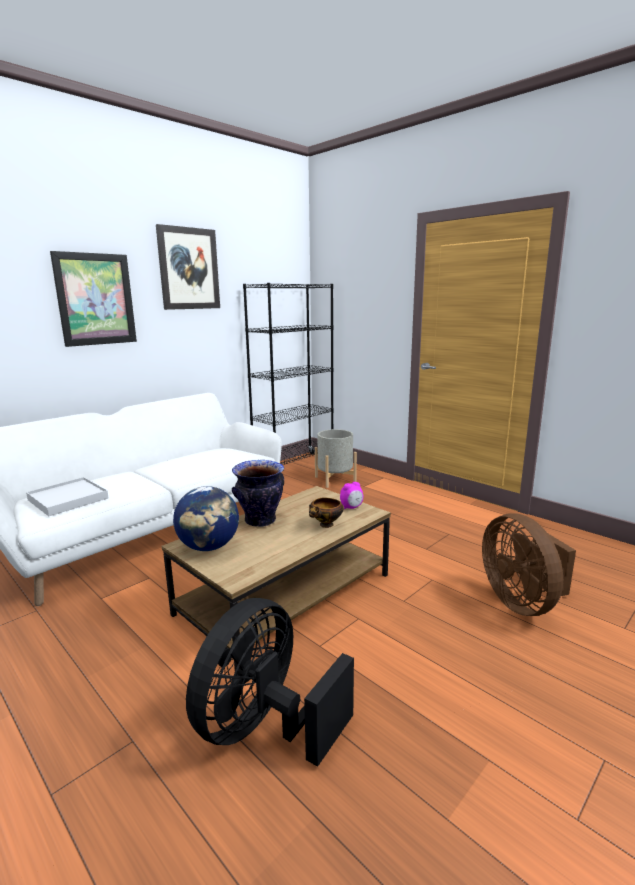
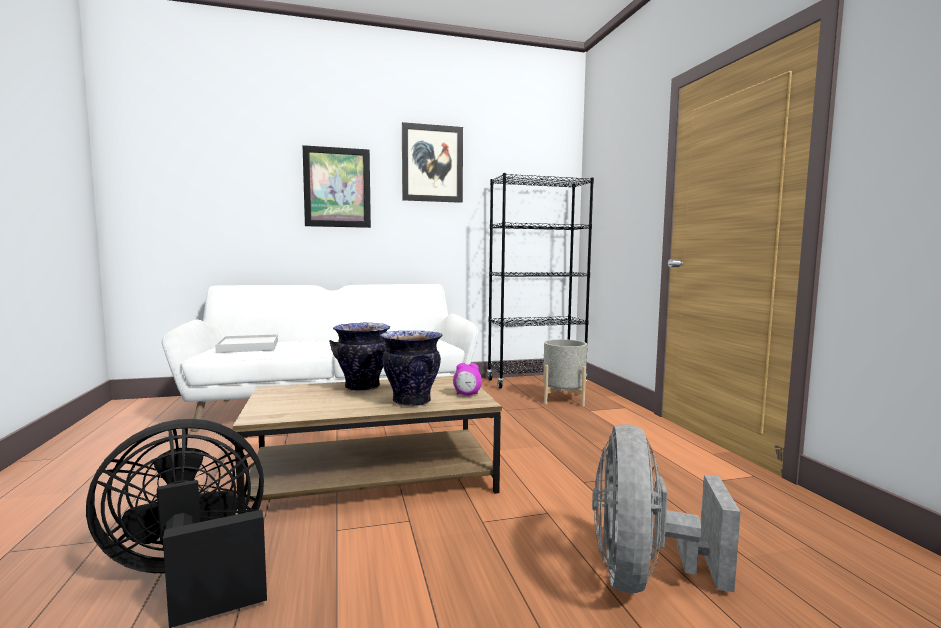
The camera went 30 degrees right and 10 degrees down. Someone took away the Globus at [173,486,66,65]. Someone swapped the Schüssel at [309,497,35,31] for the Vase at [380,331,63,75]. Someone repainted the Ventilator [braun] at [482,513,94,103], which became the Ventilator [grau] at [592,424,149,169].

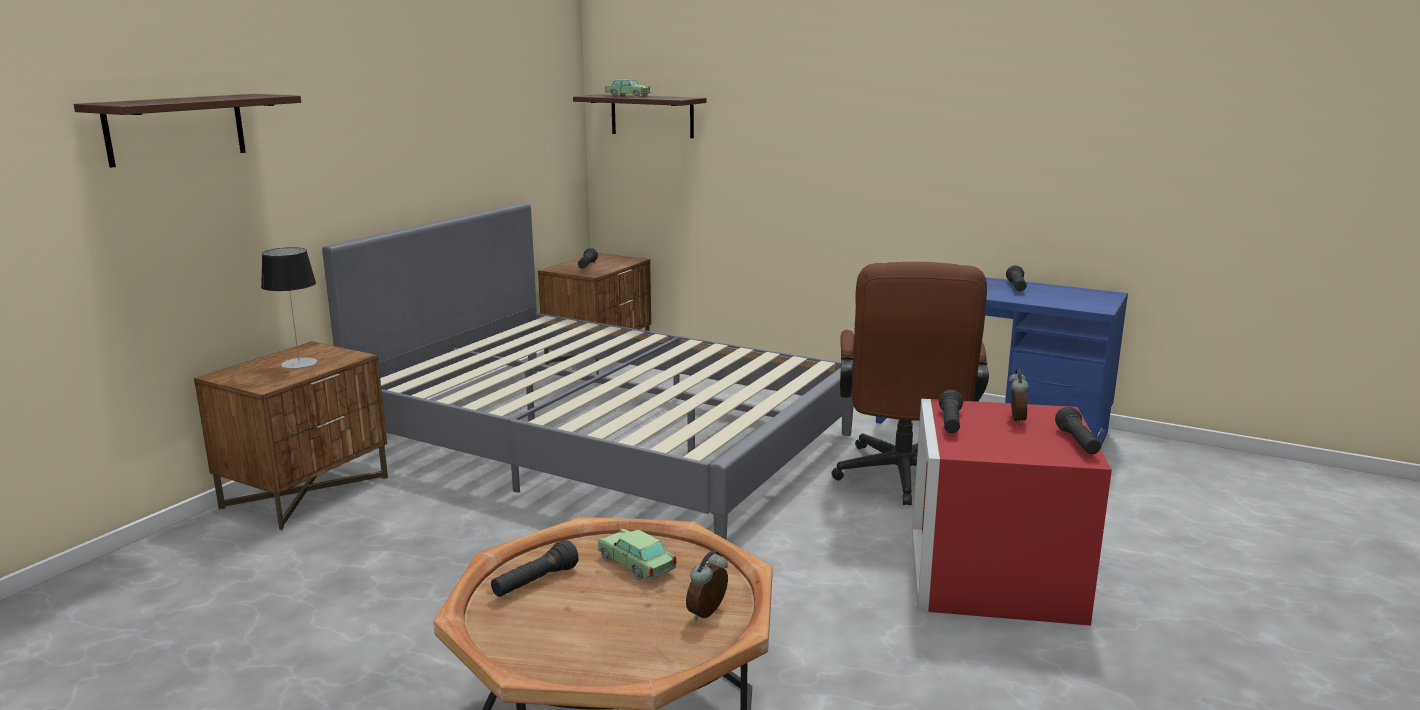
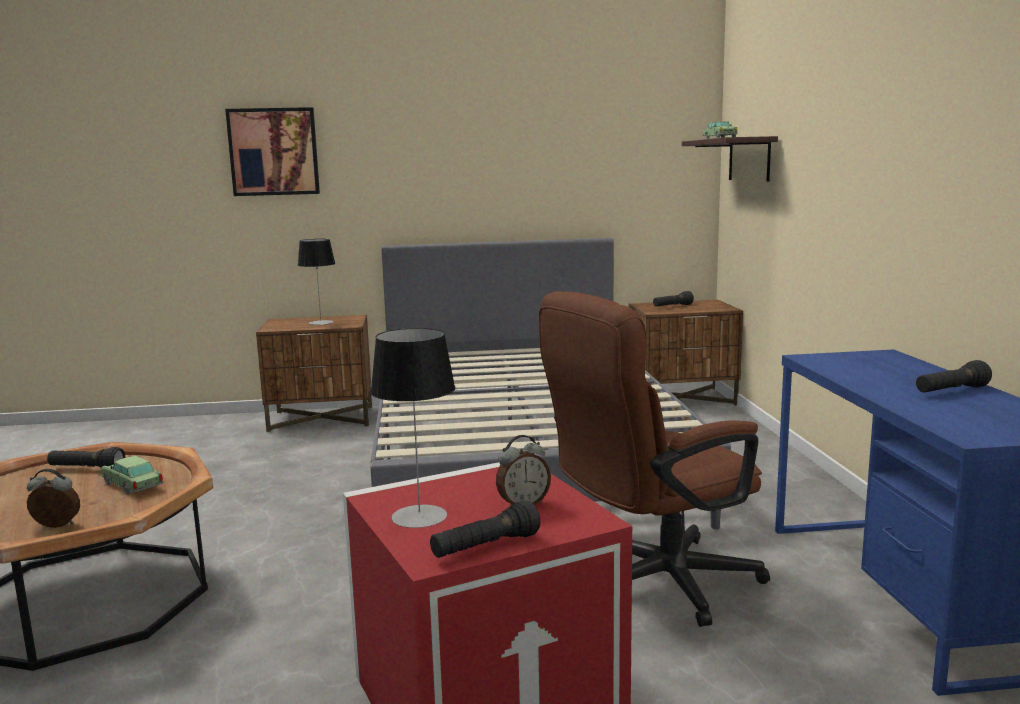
The camera went 55 degrees right and 5 degrees down. Someone swapped the Wandregal at [74,94,227,74] for the Bild at [225,107,95,89]. Someone rotated the Spielzeugauto at [597,529,79,51] by 60 degrees counterclockwise. Someone took away the Taschenlampe [schwarz] at [939,389,24,44]. Someone put down the Tischlampe at [370,328,85,200].

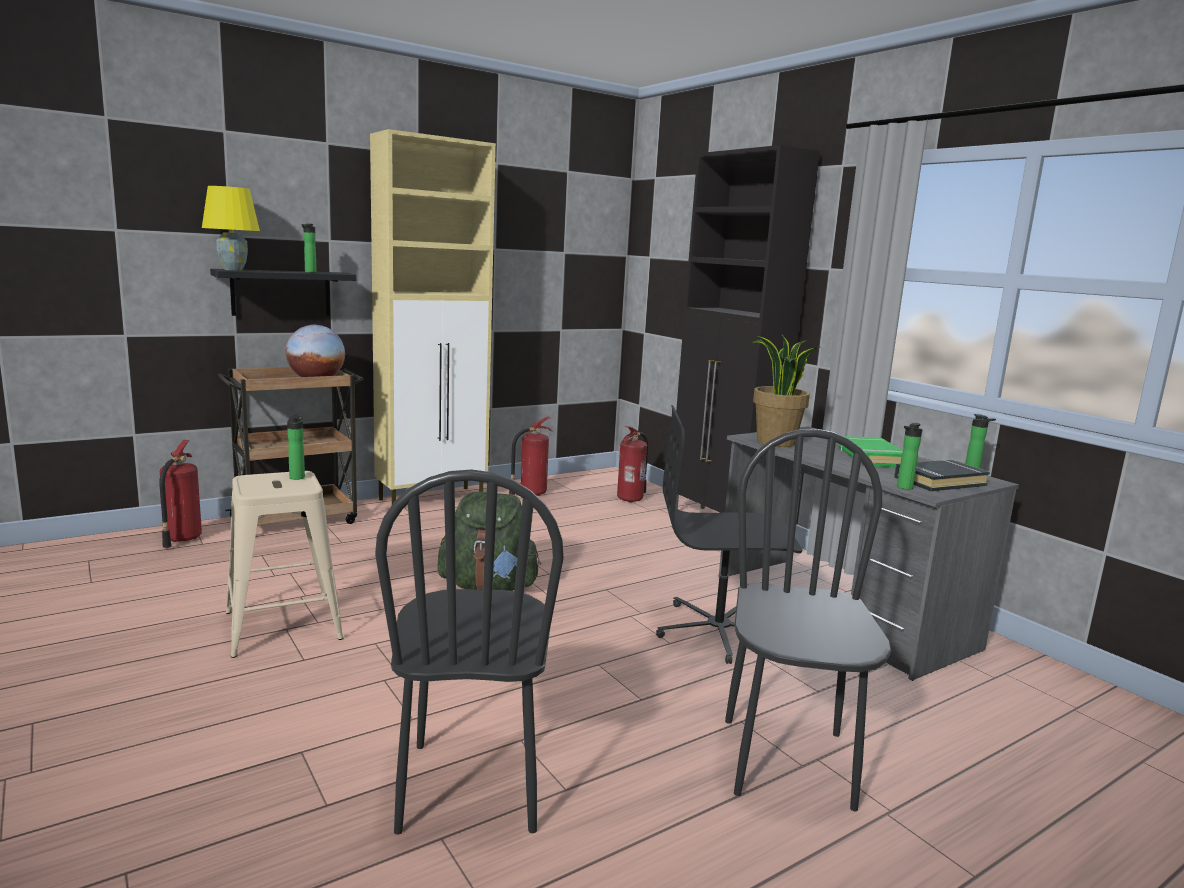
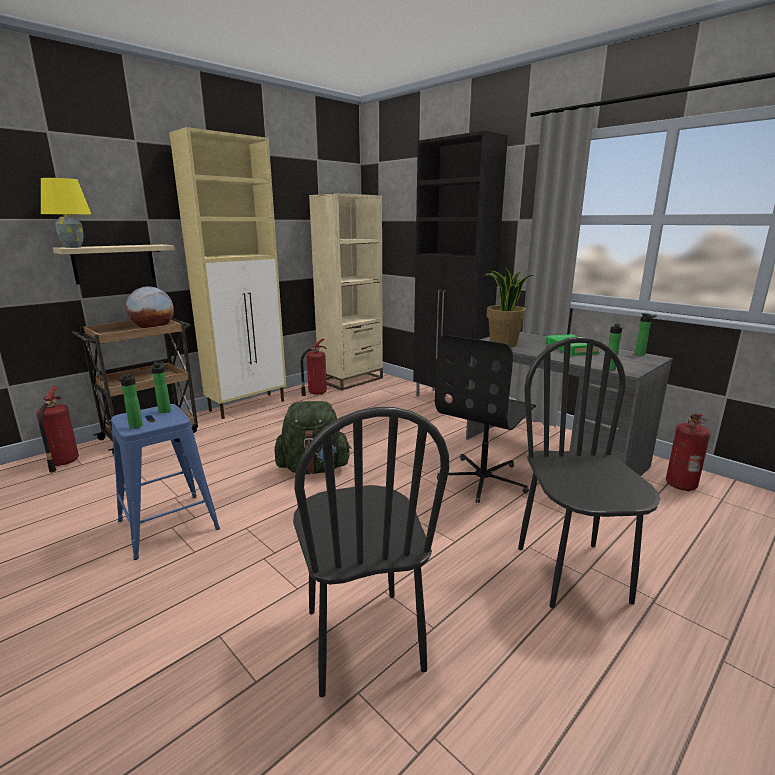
The camera went 10 degrees left and 5 degrees up. Someone repainted the Wandregal [schwarz] at [210,269,146,47], which became the Wandregal [beige] at [53,244,122,41]. Someone repainted the Hocker [beige] at [226,471,118,187], which became the Hocker [blau] at [111,404,109,156]. Someone carried the Flasche from [301,224,16,49] to [118,373,25,55]. Someone carried the Feuerlöscher from [617,426,31,77] to [666,414,45,78]. Someone rotated the Bürostuhl [schwarz] at [656,405,147,259] by 45 degrees counterclockwise. Someone took away the Buch [schwarz] at [894,459,96,32]. Someone put down the Bücherregal [beige] at [309,193,74,197].

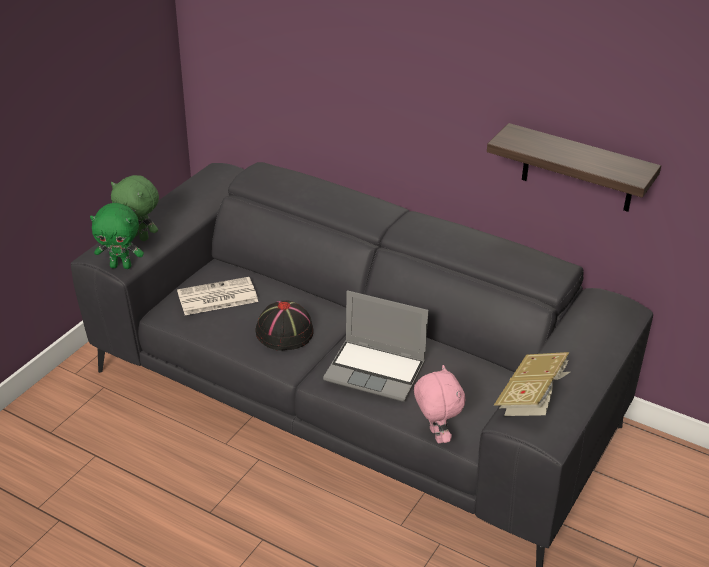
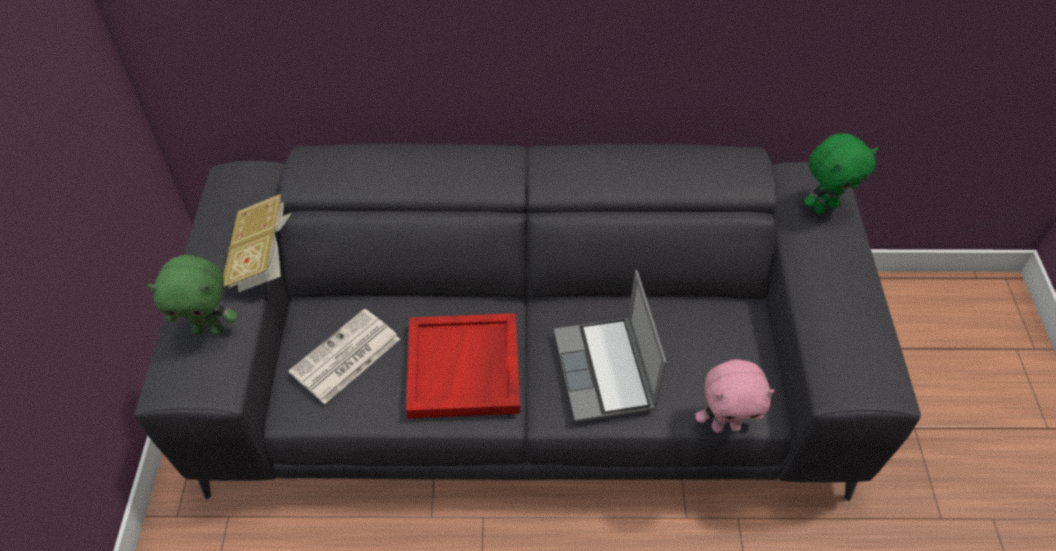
The camera went 30 degrees left and 15 degrees up. Someone carried the Plüschtier [grün] from [90,203,54,66] to [804,133,74,81]. Someone swapped the Hut [schwarz] at [255,300,59,51] for the Tablett [rot] at [406,313,114,105]. Someone rotated the Laptop at [323,290,105,112] by 90 degrees clockwise. Someone rotated the Plüschtier [rosa] at [414,365,52,78] by 135 degrees clockwise. Someone took away the Wandregal at [487,123,174,89]. Someone carried the Buch from [494,352,76,64] to [223,194,68,98].

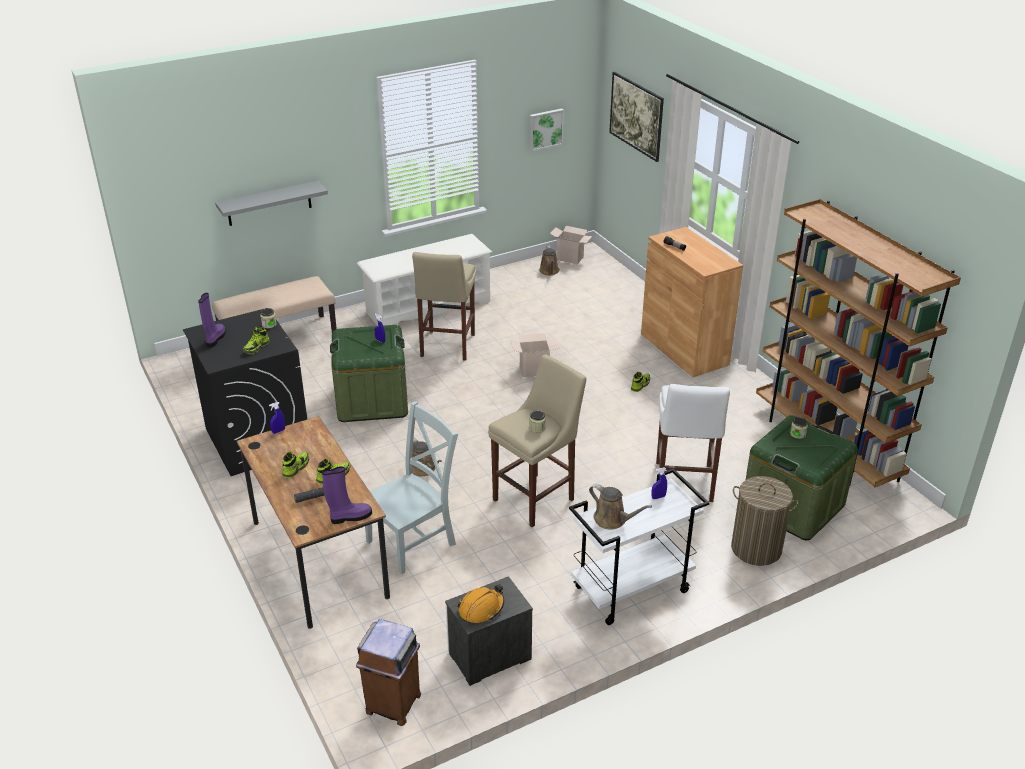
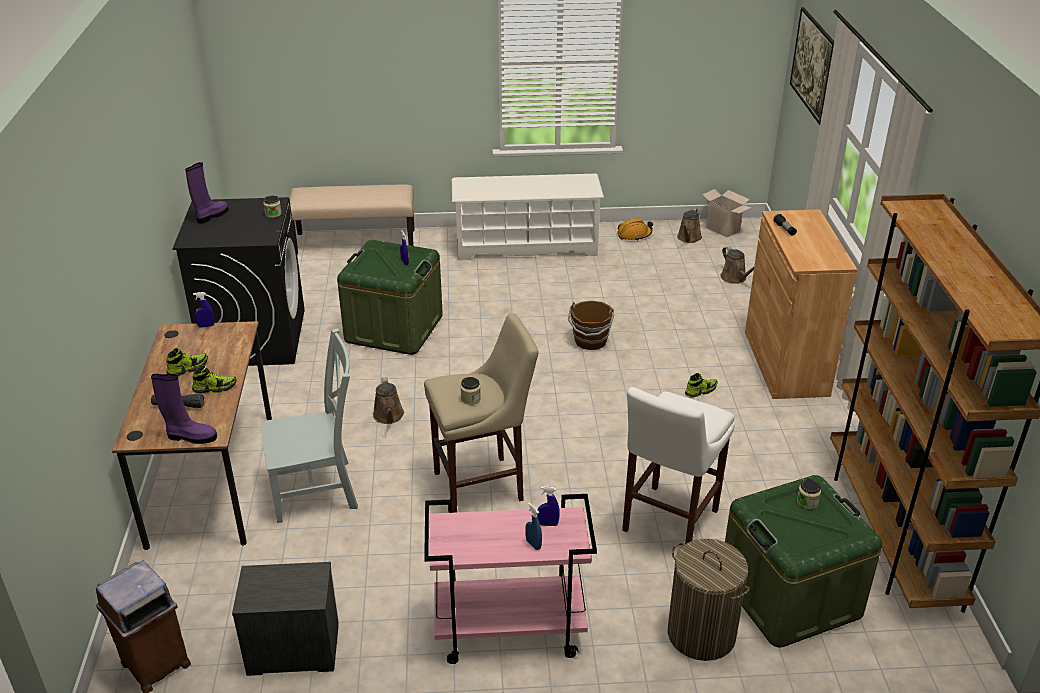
The camera went 25 degrees right and 0 degrees up. Someone took away the Wandregal [grau] at [215,181,113,45]. Someone took away the Schuh at [243,327,27,27]. Someone took away the Hocker [beige] at [412,252,64,109]. Someone carried the Schutzhelm [orange] from [457,584,47,39] to [617,218,36,23]. Someone swapped the Karton at [511,333,49,44] for the Eimer [braun] at [568,301,46,49]. Someone took away the Bild at [530,108,34,43]. Someone repainted the Rollwagen [weiß] at [569,468,140,157], which became the Rollwagen [rosa] at [424,494,173,170]. Someone carried the Gießkanne [braun] from [589,484,63,46] to [721,246,33,38]. Someone put down the Sprühflasche [blau] at [525,503,17,47].

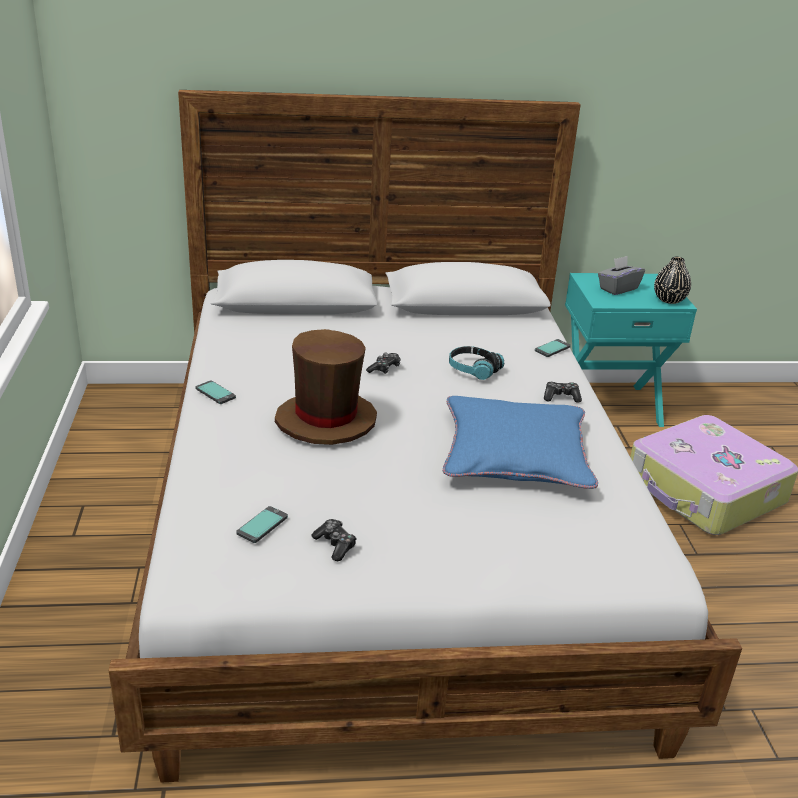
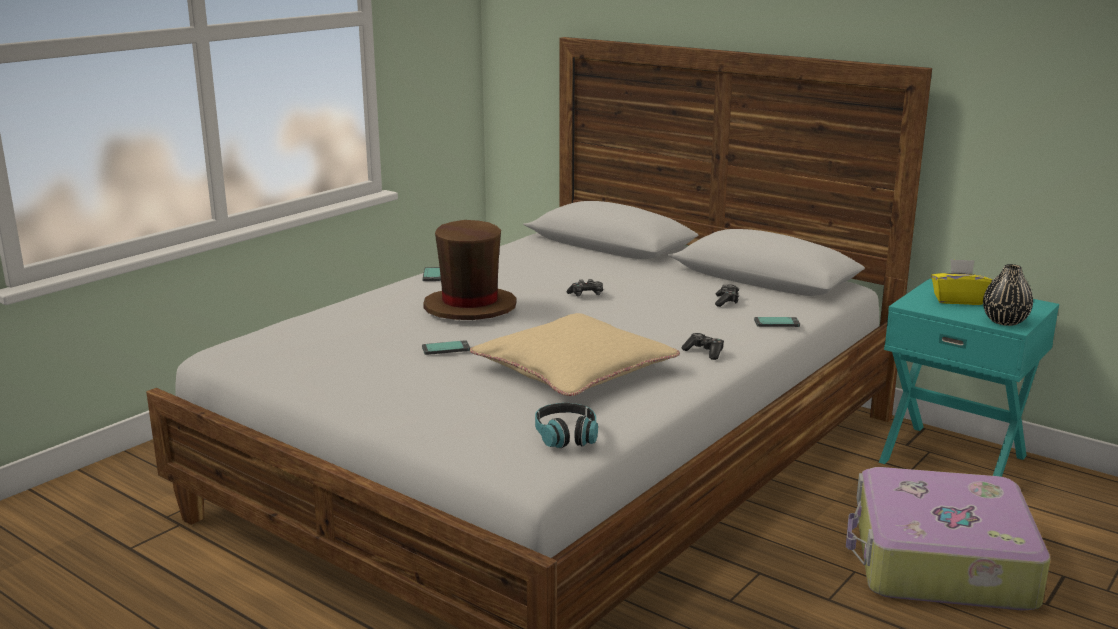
The camera went 45 degrees right and 10 degrees down. Someone carried the Handy from [236,506,52,37] to [422,340,48,15]. Someone carried the Gamepad from [312,519,45,42] to [715,285,24,22]. Someone repainted the Kissen [blau] at [443,396,155,93], which became the Kissen [beige] at [470,313,210,83]. Someone carried the Kopfhörer from [449,346,55,34] to [535,403,63,45]. Someone repainted the Taschentuchbox [grau] at [598,256,47,39], which became the Taschentuchbox [gelb] at [931,259,61,46].

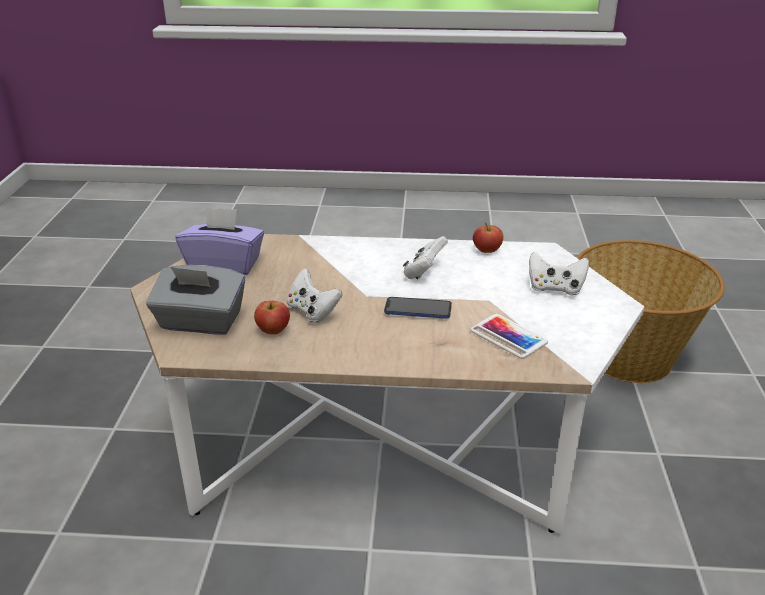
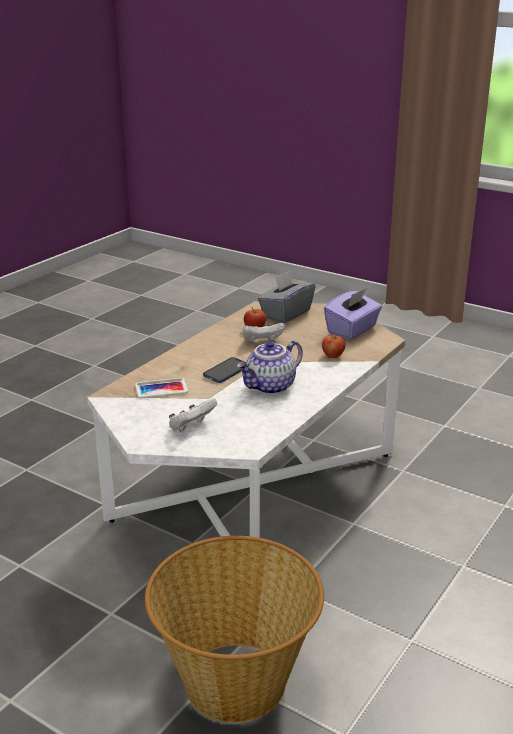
The camera went 120 degrees right and 5 degrees down. Someone swapped the Gamepad [weiß] at [403,236,45,43] for the Teekanne at [237,341,66,54]. Someone carried the Apfel from [473,223,30,30] to [322,333,23,25].

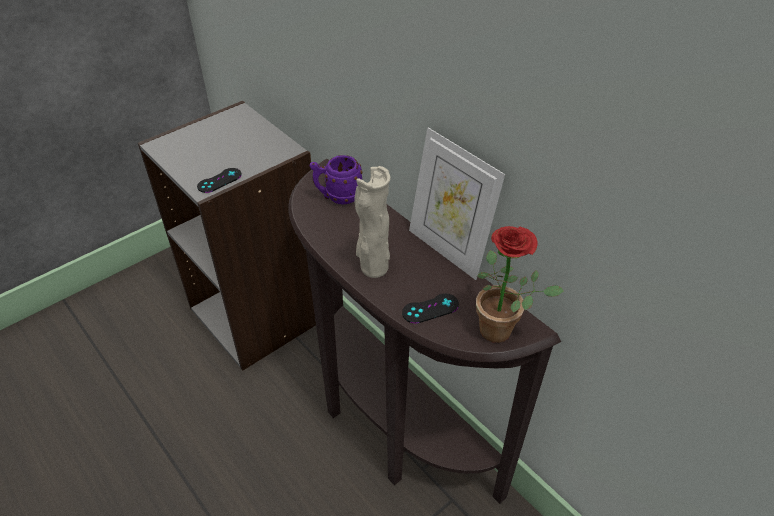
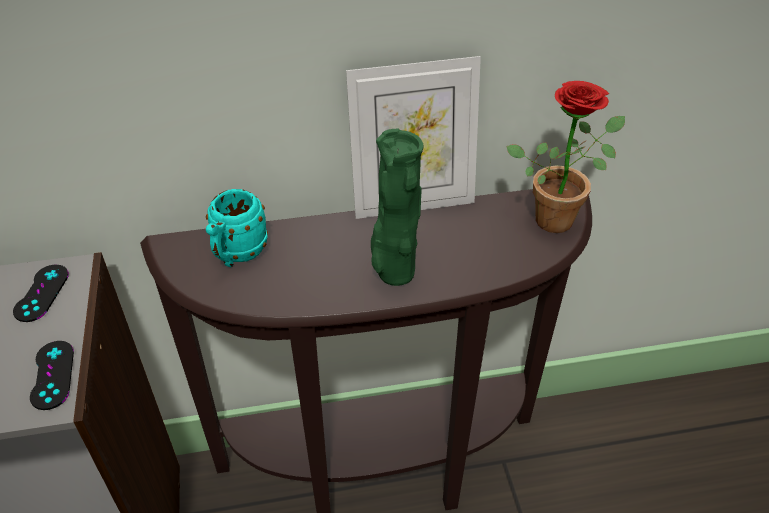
The camera went 60 degrees left and 0 degrees up. Someone repainted the Henkelbecher [lila] at [310,155,53,49], which became the Henkelbecher [türkis] at [206,189,62,78]. Someone repainted the Vase [beige] at [354,166,36,112], which became the Vase [grün] at [371,129,53,157]. Someone carried the Gamepad [schwarz] from [402,293,57,31] to [13,265,56,57].

